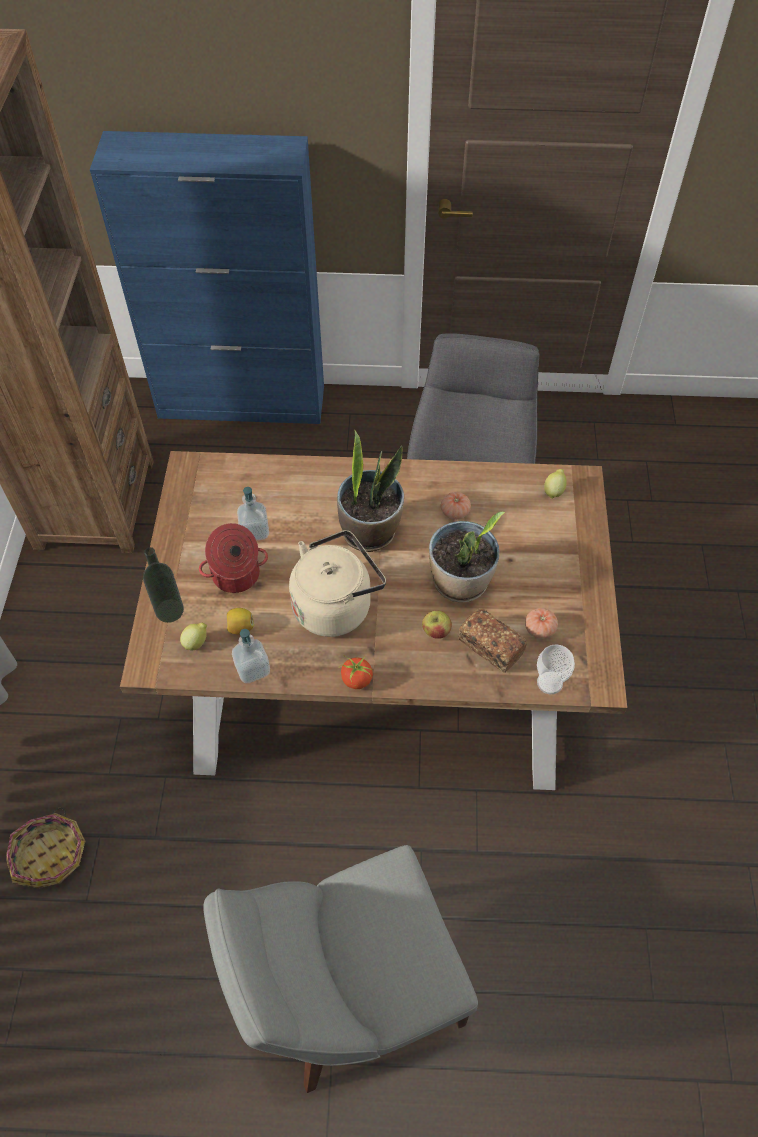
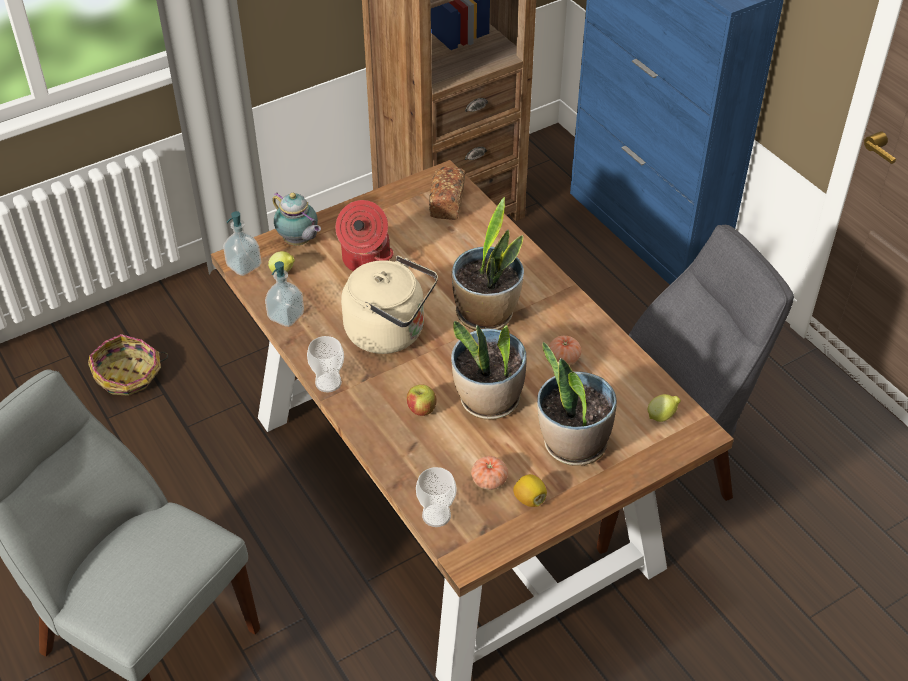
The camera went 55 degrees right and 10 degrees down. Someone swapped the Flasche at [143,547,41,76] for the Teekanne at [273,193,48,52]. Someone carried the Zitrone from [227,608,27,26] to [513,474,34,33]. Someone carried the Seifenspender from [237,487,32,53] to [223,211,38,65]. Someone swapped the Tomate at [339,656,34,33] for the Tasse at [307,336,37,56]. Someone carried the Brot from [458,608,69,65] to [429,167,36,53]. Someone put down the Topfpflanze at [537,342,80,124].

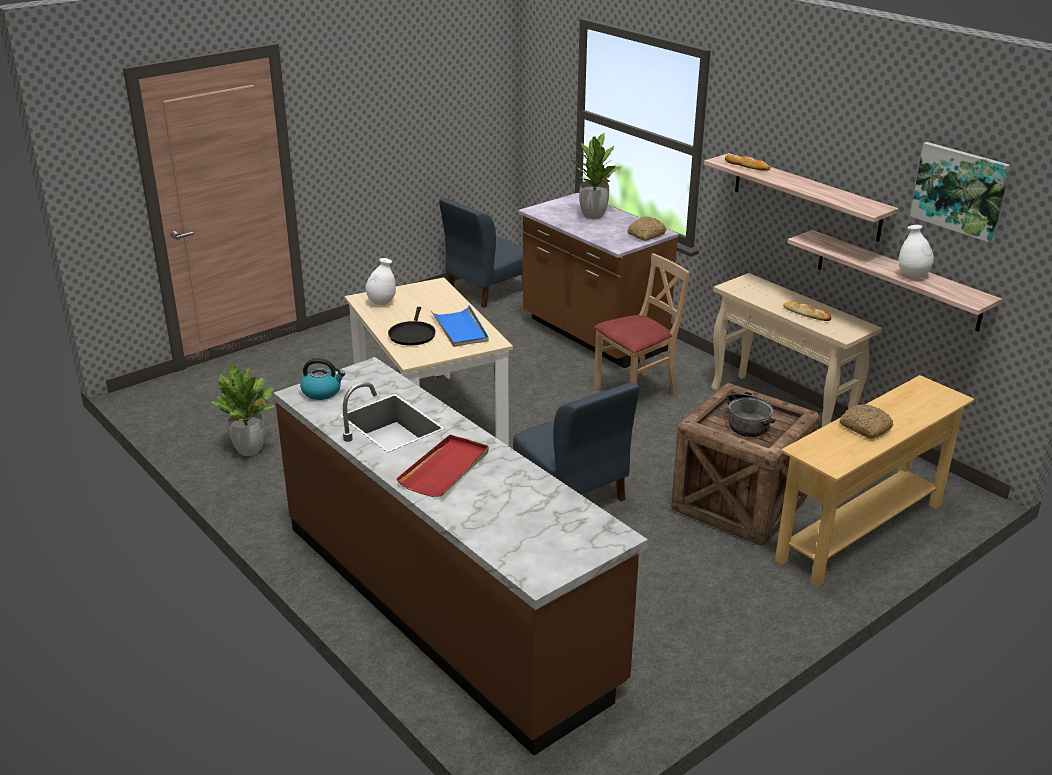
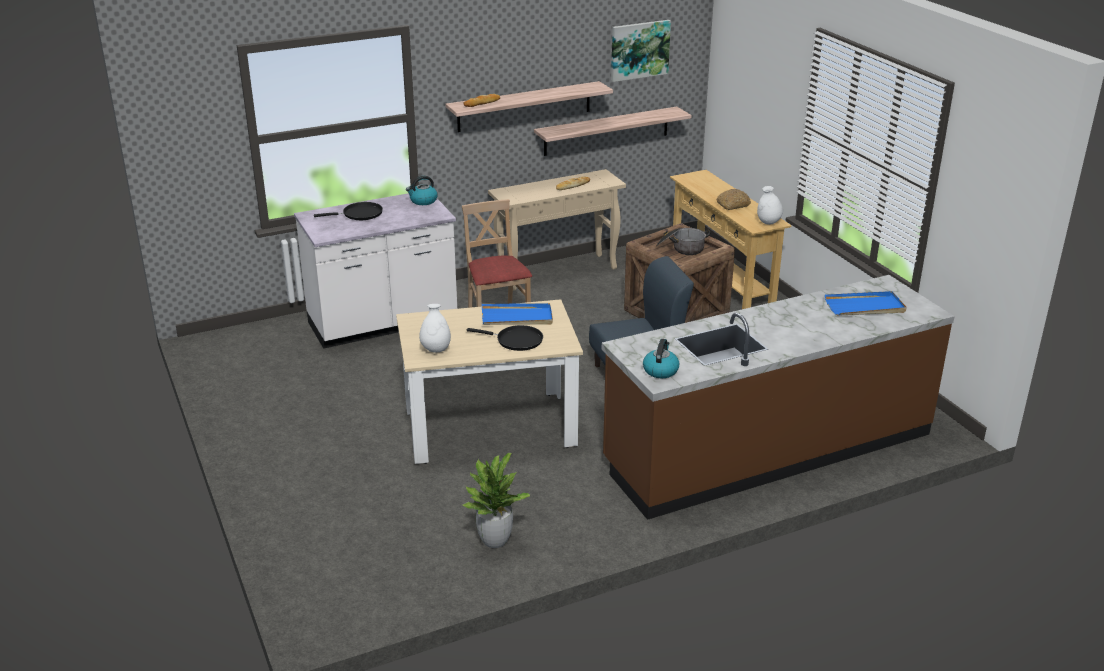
The camera went 75 degrees left and 0 degrees up. Someone took away the Tablett [rot] at [396,435,93,62]. Someone took away the Stuhl [blau] at [439,198,84,110]. Someone repainted the Küchenzeile [braun] at [518,193,161,175], which became the Küchenzeile [weiß] at [294,193,163,156]. Someone swapped the Topfpflanze at [571,133,51,86] for the Pfanne [schwarz] at [314,202,69,18]. Someone swapped the Brot at [628,216,38,25] for the Wasserkessel at [406,176,32,29]. Someone carried the Vase [weiß] from [898,225,36,52] to [757,186,26,39]. Someone put down the Tablett [blau] at [825,291,82,25].

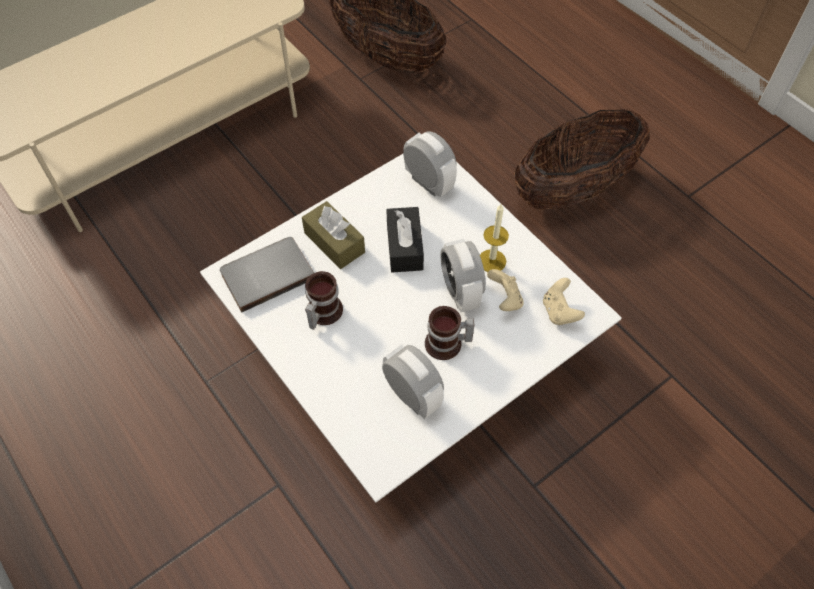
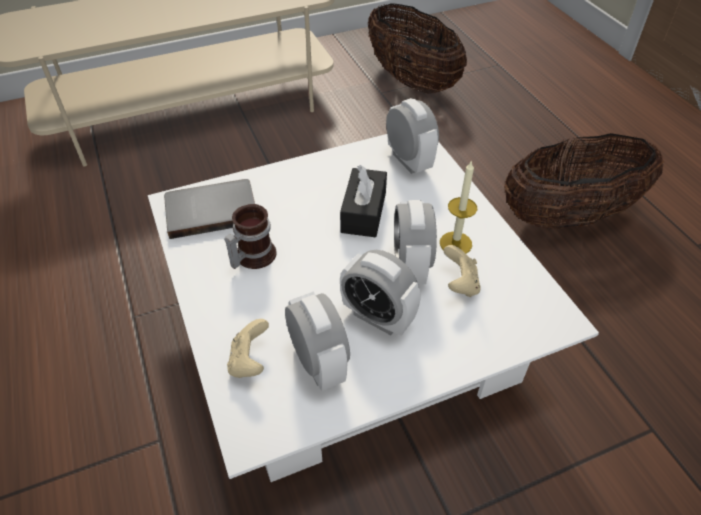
The camera went 15 degrees right and 10 degrees down. Someone took away the Taschentuchbox [braun] at [302,201,63,68]. Someone swapped the Henkelbecher at [425,306,49,54] for the Wecker at [340,250,81,86]. Someone carried the Gamepad [beige] from [543,278,42,47] to [227,319,42,59].

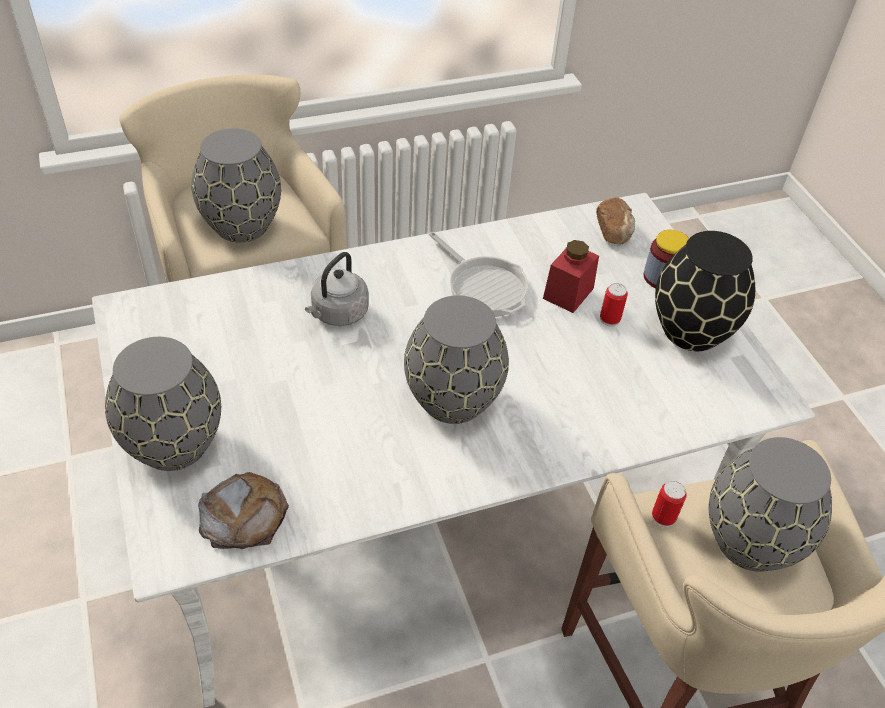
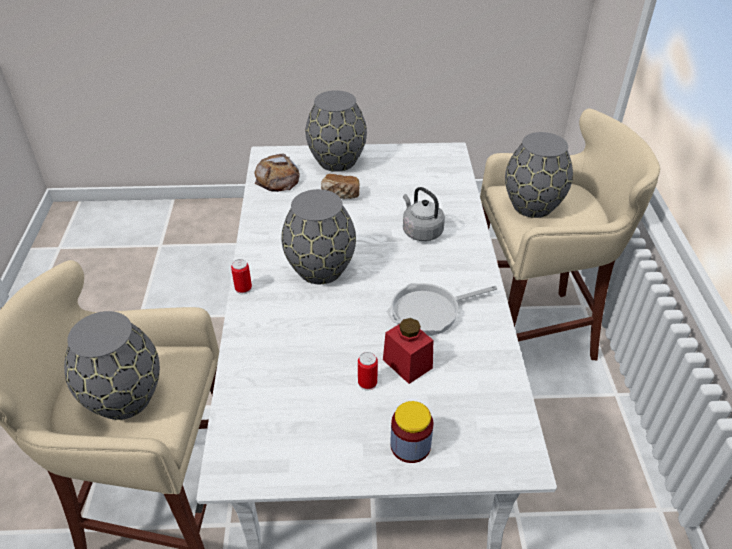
The camera went 110 degrees right and 5 degrees down. Someone carried the Brot from [596,197,39,48] to [321,174,38,25]. Someone carried the Dose from [652,481,35,46] to [231,259,21,35]. Someone took away the Vase [schwarz] at [655,231,100,120].

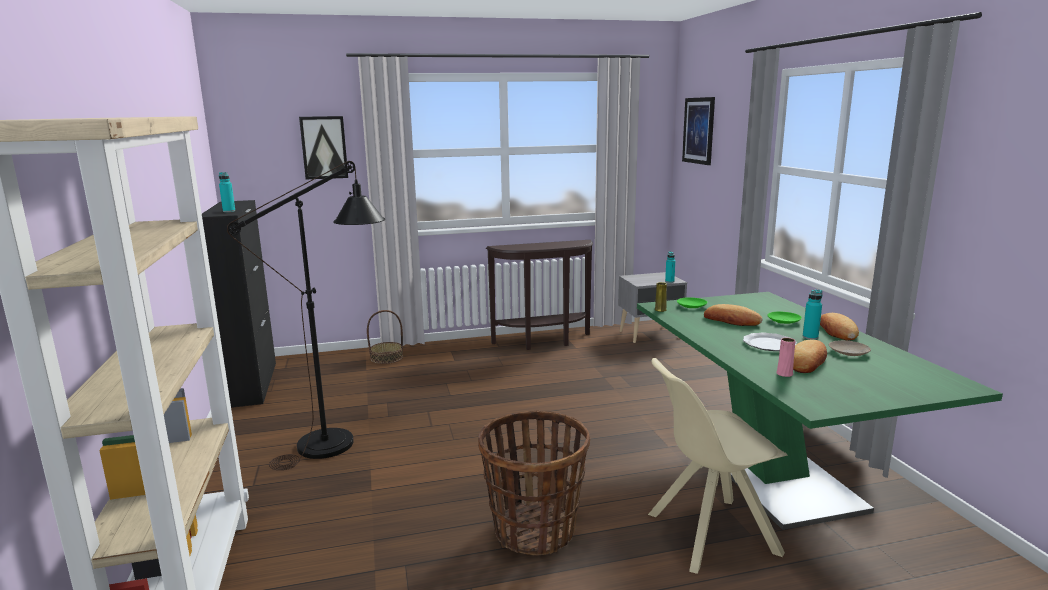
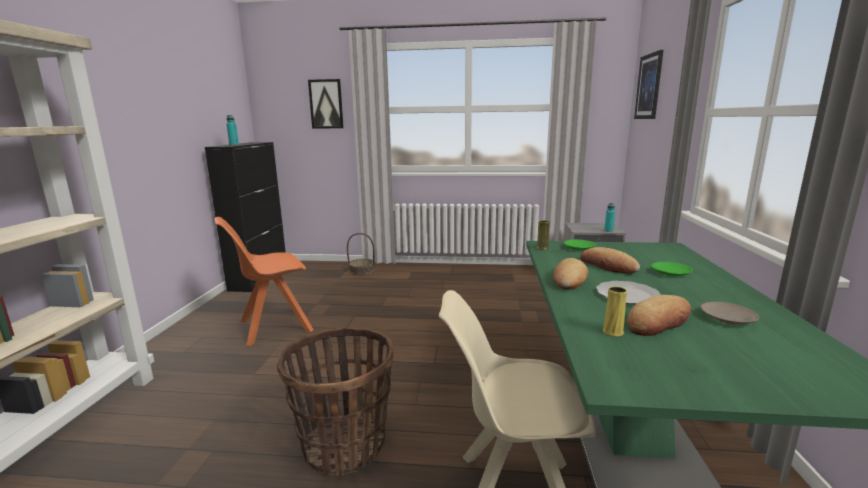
The camera went 20 degrees right and 0 degrees up. Someone swapped the Stehlampe [schwarz] at [227,161,158,309] for the Stuhl [orange] at [214,217,100,129]. Someone took away the Konsolentisch [braun] at [486,240,107,110]. Someone repainted the Vase [rosa] at [776,338,20,39], which became the Vase [gelb] at [603,286,24,51]. Someone took away the Flasche [türkis] at [803,290,20,50]. Someone carried the Brot from [820,313,39,28] to [553,258,35,31].

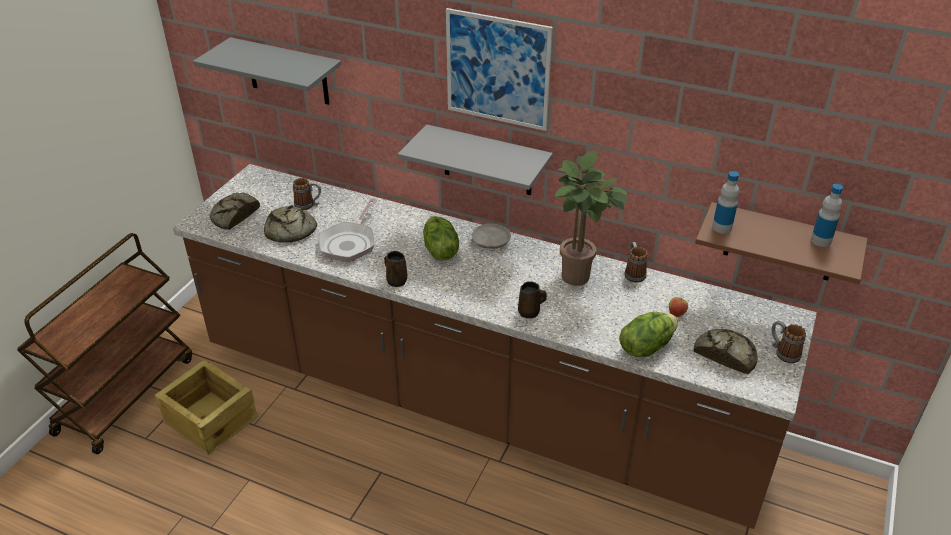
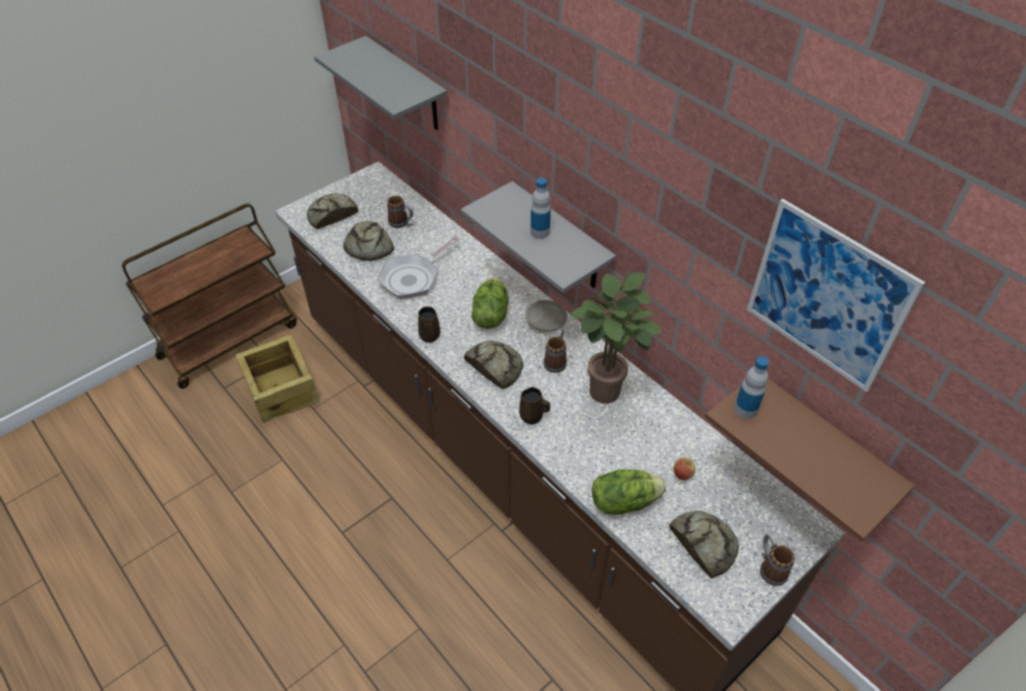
The camera went 25 degrees right and 10 degrees up. Someone carried the Bild from [446,8,107,123] to [747,199,178,193]. Someone carried the Henkelbecher from [625,242,23,41] to [543,330,24,43]. Someone carried the Flasche from [811,184,32,63] to [530,178,21,61]. Someone put down the Brot at [464,341,59,48].

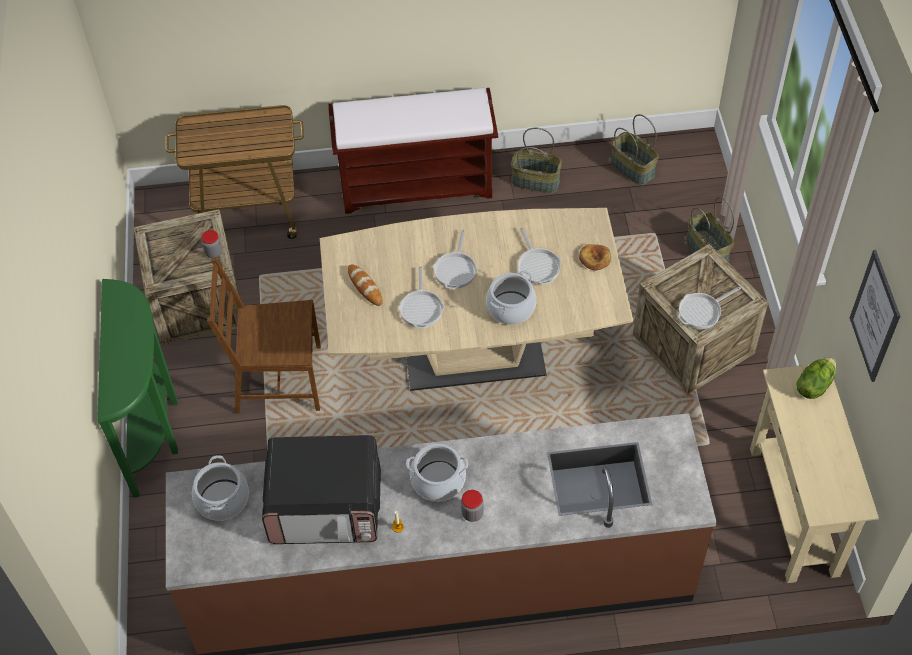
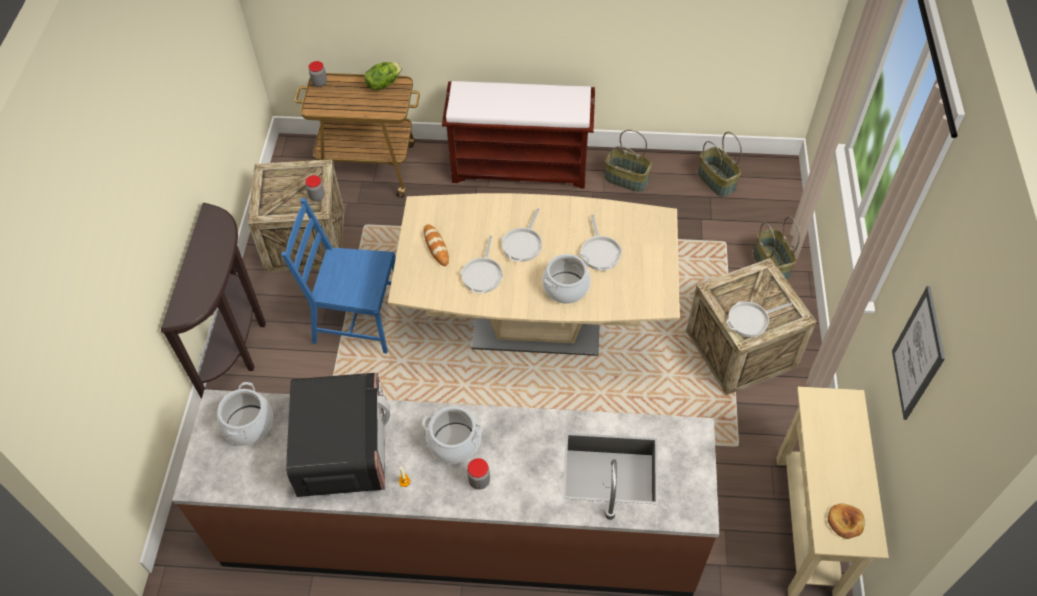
The camera went 10 degrees right and 0 degrees up. Someone repainted the Konsolentisch [grün] at [97,279,81,219], which became the Konsolentisch [braun] at [161,203,105,196]. Someone repainted the Stuhl [braun] at [207,257,114,157], which became the Stuhl [blau] at [281,198,115,155]. Someone rotated the Mikrowelle at [262,435,119,109] by 105 degrees counterclockwise. Someone carried the Brot from [579,244,32,27] to [828,503,37,36]. Someone carried the Salatkopf from [796,357,40,42] to [364,62,38,28]. Someone put down the Vorratsglas at [309,61,18,26].

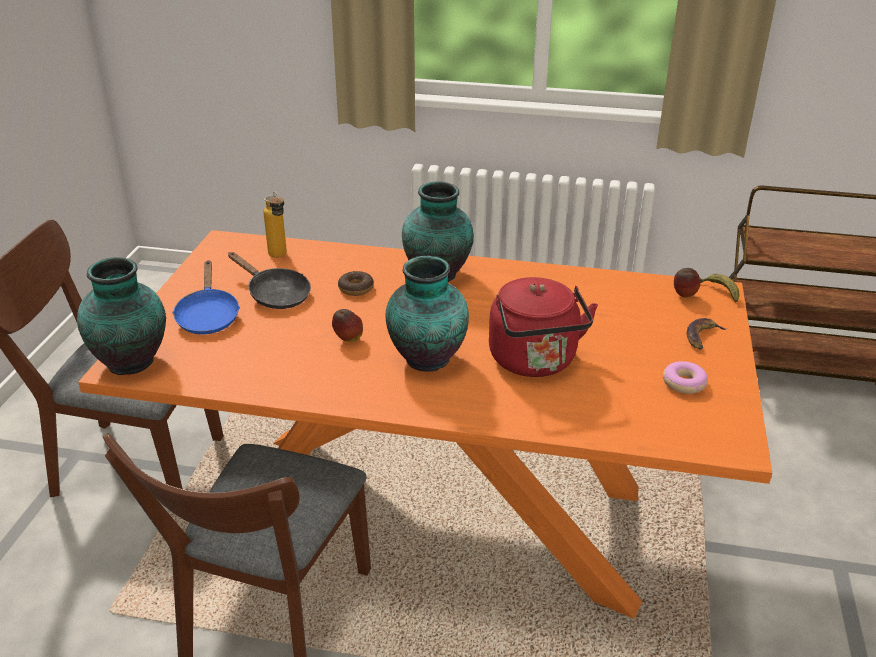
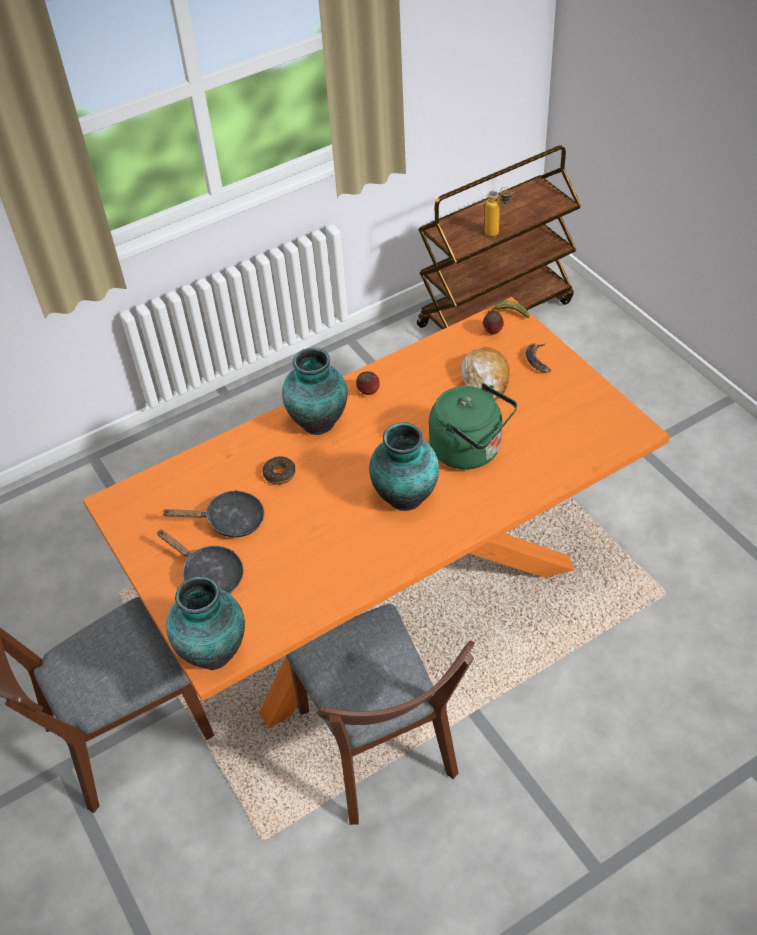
The camera went 40 degrees left and 15 degrees up. Someone repainted the Pfanne [blau] at [172,260,68,75], which became the Pfanne [schwarz] at [157,530,86,64]. Someone carried the Flasche from [263,191,24,67] to [485,187,27,50]. Someone carried the Apfel from [332,309,31,33] to [356,371,24,24]. Someone repainted the Wasserkessel [rot] at [489,277,109,100], which became the Wasserkessel [grün] at [429,383,88,87]. Someone took away the Donut at [663,361,45,33]. Someone put down the Brot at [462,347,48,53].

